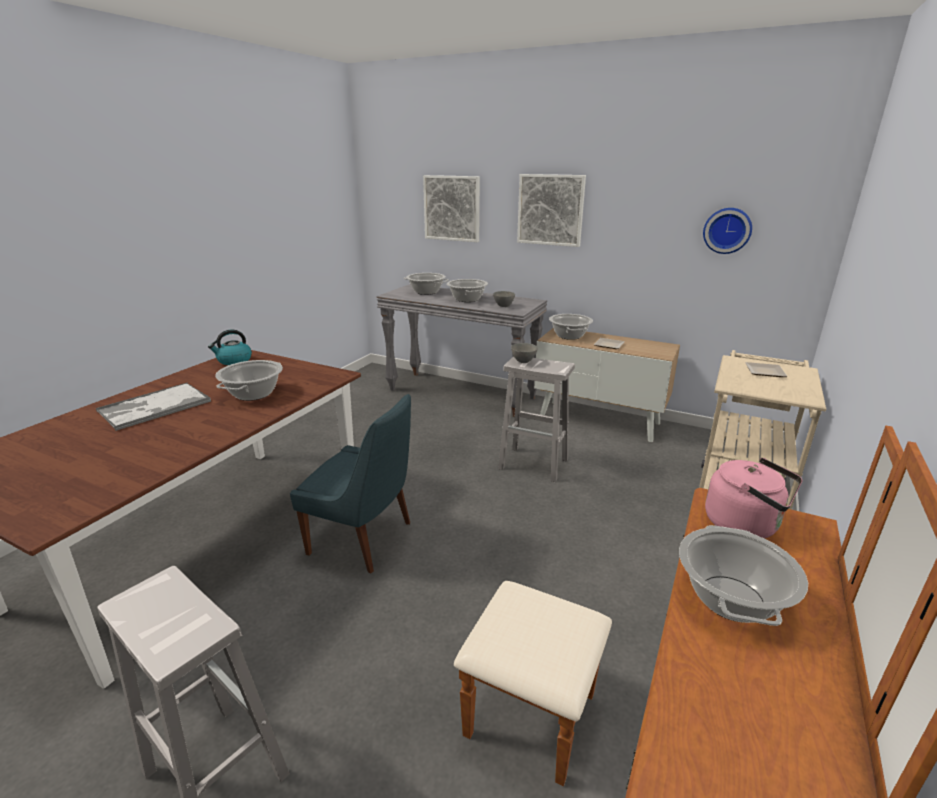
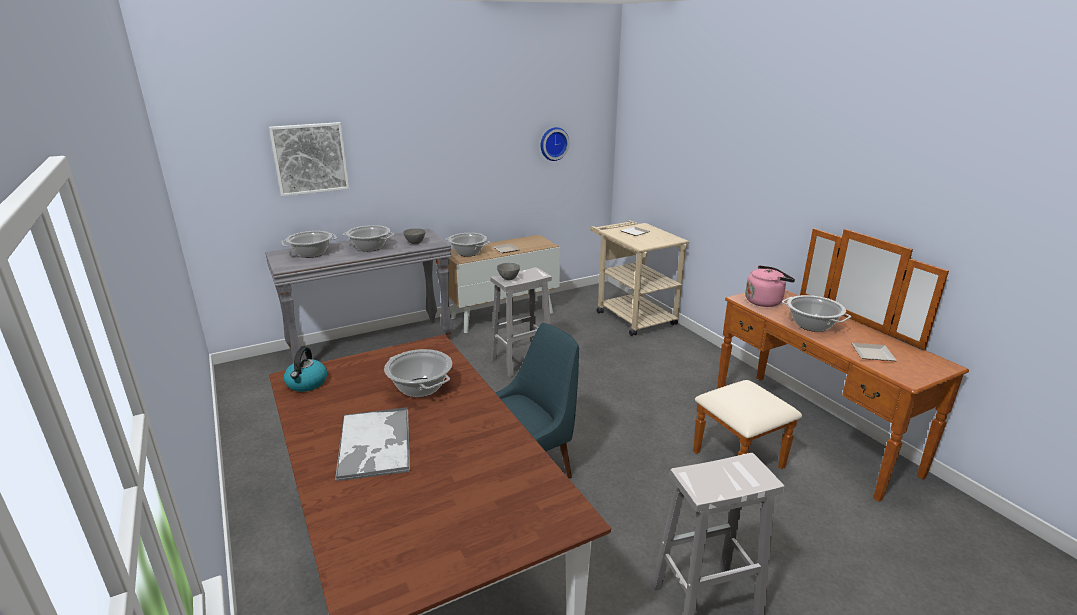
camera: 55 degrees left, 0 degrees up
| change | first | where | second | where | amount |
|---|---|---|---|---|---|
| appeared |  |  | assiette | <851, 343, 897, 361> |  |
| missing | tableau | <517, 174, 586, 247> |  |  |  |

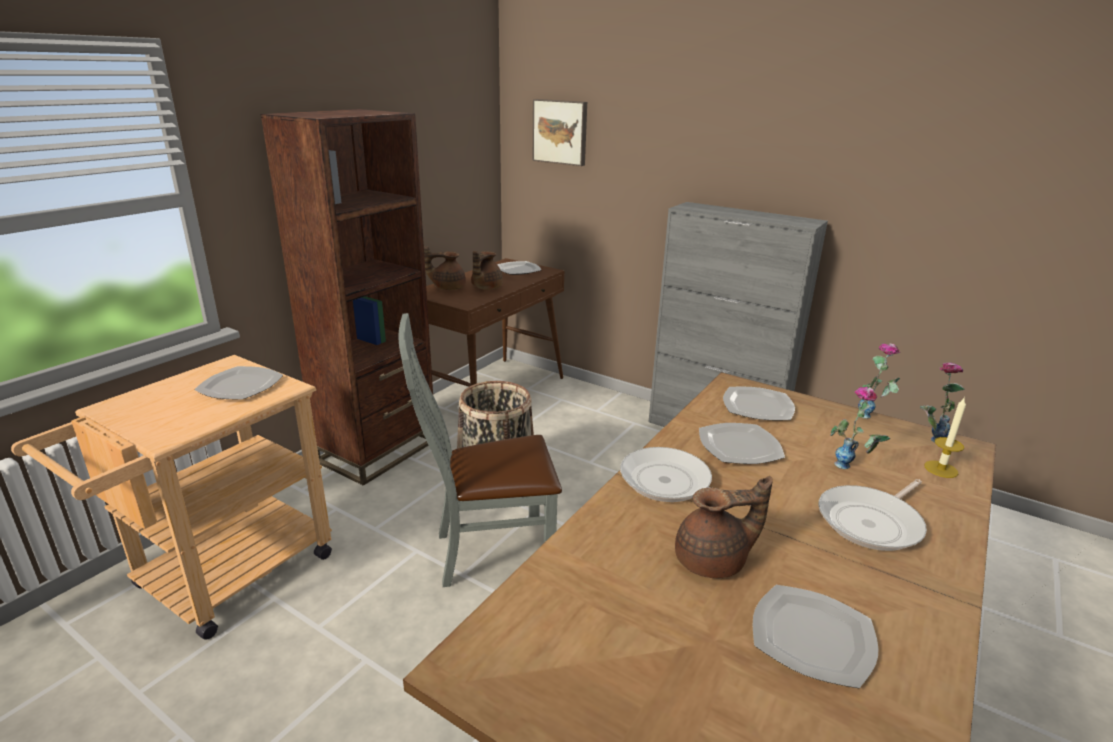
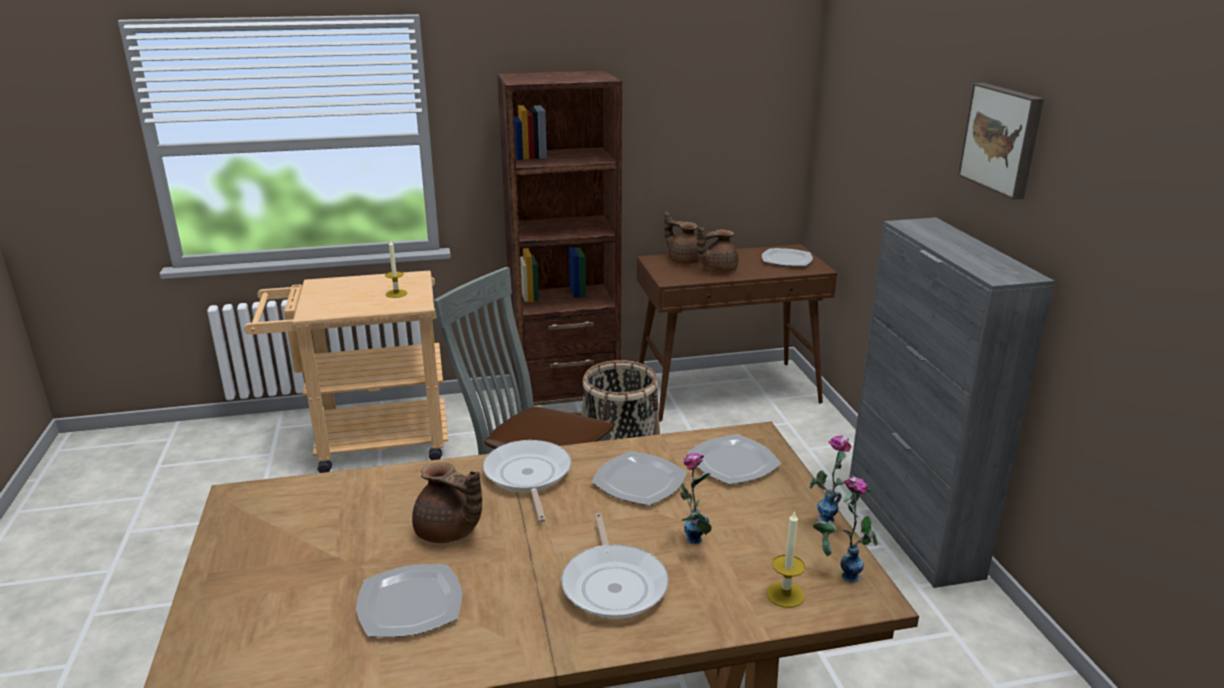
camera: 45 degrees right, 0 degrees up
| change | first | where | second | where | amount |
|---|---|---|---|---|---|
| exchanged | assiette | <194, 366, 283, 400> | bougie | <385, 239, 407, 298> |  |
| spun | poêle | <818, 479, 927, 551> |  | <561, 513, 669, 619> | 105 degrees counterclockwise |
| relocated | tableau | <533, 99, 587, 166> |  | <958, 83, 1044, 200> |  |

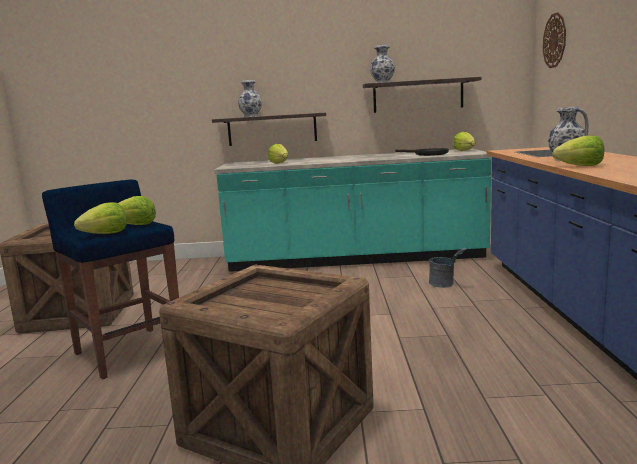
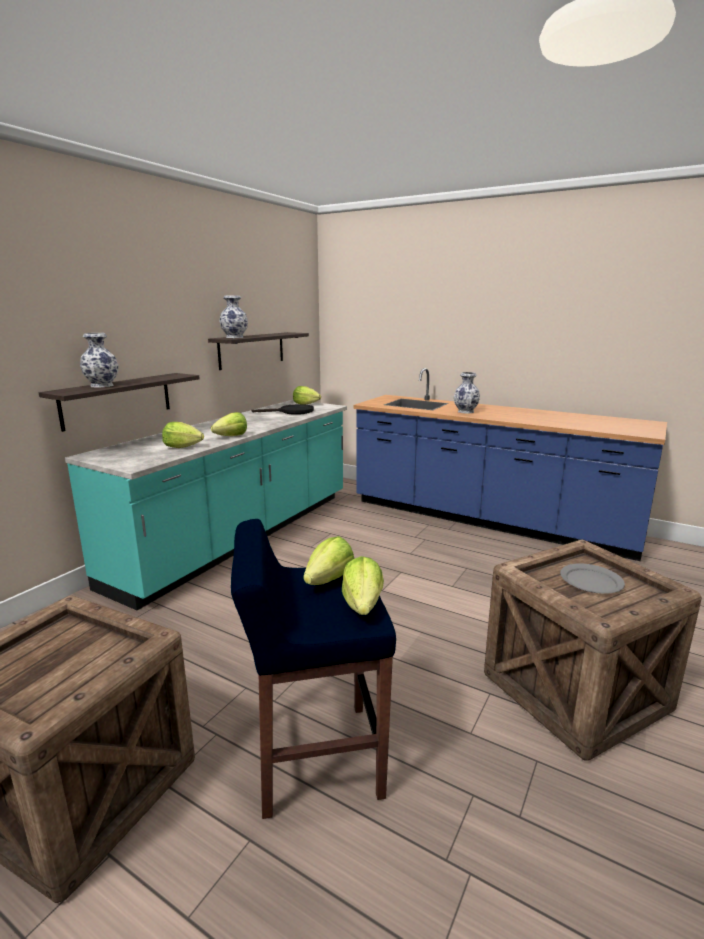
camera: 60 degrees left, 5 degrees up
| change | first | where | second | where | amount |
|---|---|---|---|---|---|
| relocated | laitue | <552, 135, 604, 166> |  | <211, 412, 247, 436> |  |
| appeared |  |  | assiette [gris] | <560, 563, 625, 594> |  |
| missing | seau [gris] | <429, 248, 467, 288> |  |  |  |
| missing | horloge murale | <543, 12, 566, 68> |  |  |  |

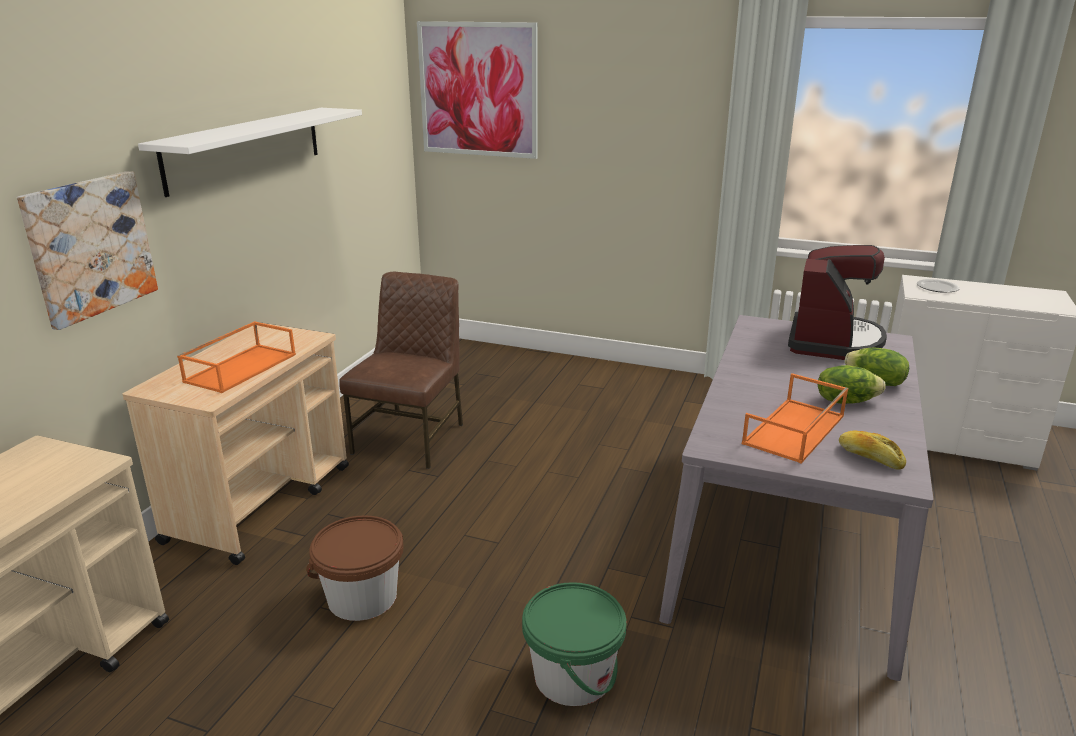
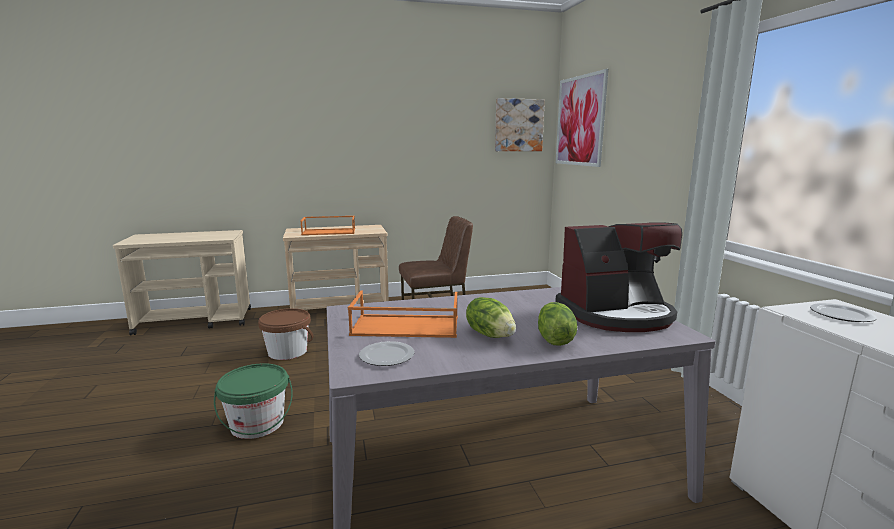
camera: 55 degrees right, 10 degrees down
| change | first | where | second | where | amount |
|---|---|---|---|---|---|
| exchanged | pain | <839, 431, 906, 470> | assiette | <359, 341, 415, 366> |  |
| relocated | tableau | <17, 171, 158, 330> |  | <495, 98, 545, 151> |  |
| missing | étagère [blanc] | <138, 108, 362, 197> |  |  |  |

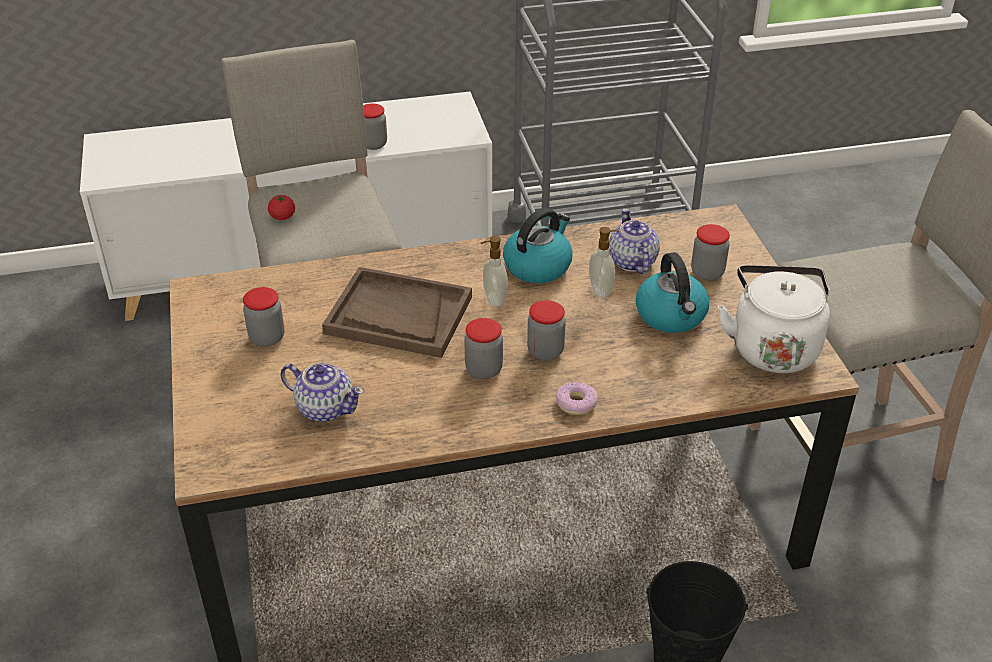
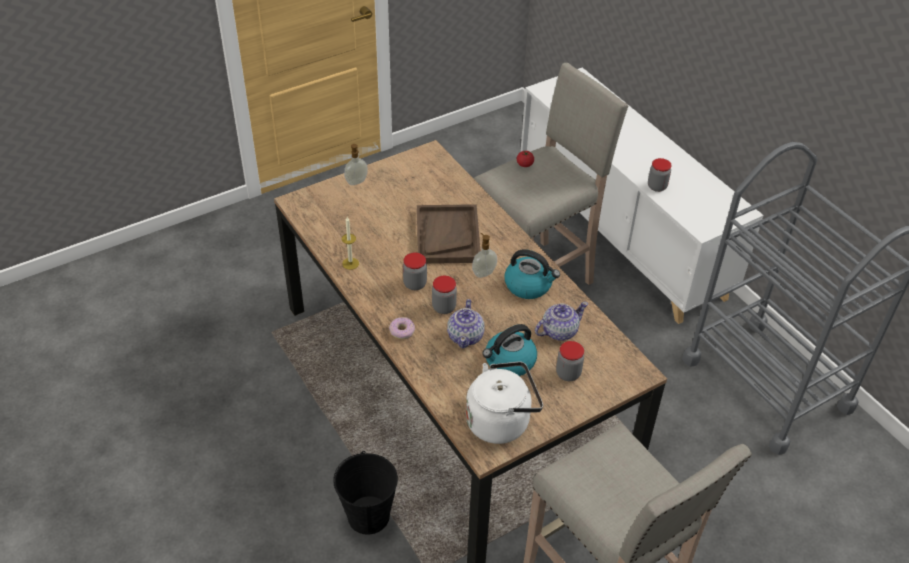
camera: 70 degrees right, 5 degrees up
| change | first | where | second | where | amount |
|---|---|---|---|---|---|
| appeared |  |  | bougie | <342, 217, 359, 270> |  |
| relocated | distributeur de savon | <589, 227, 619, 297> |  | <344, 144, 368, 185> |  |
| relocated | théière | <280, 363, 364, 422> |  | <447, 299, 484, 348> |  |
| missing | bocal | <243, 287, 284, 347> |  |  |  |

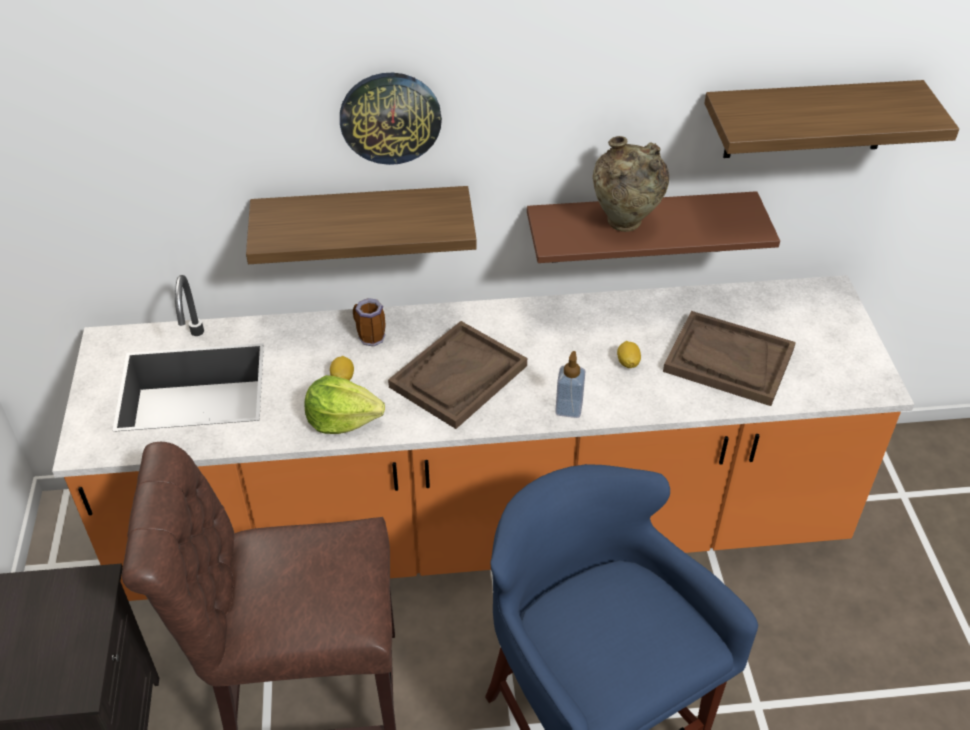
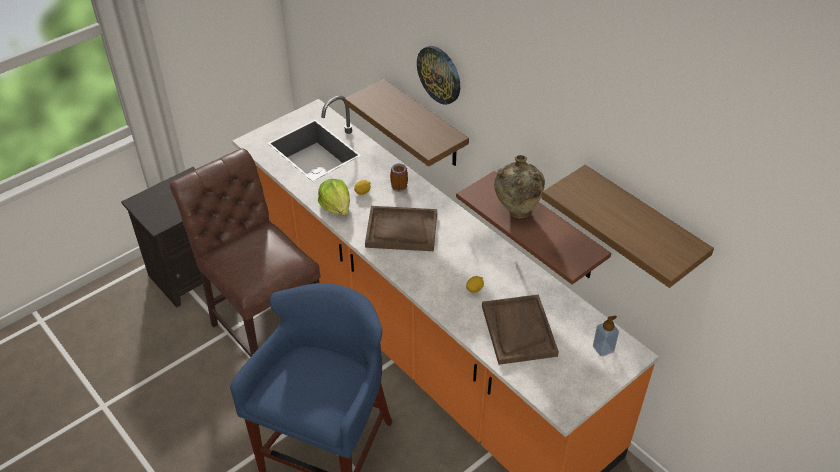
camera: 55 degrees right, 0 degrees up
| change | first | where | second | where | amount |
|---|---|---|---|---|---|
| relocated | distributeur de savon | <555, 351, 586, 418> |  | <593, 315, 619, 357> |  |

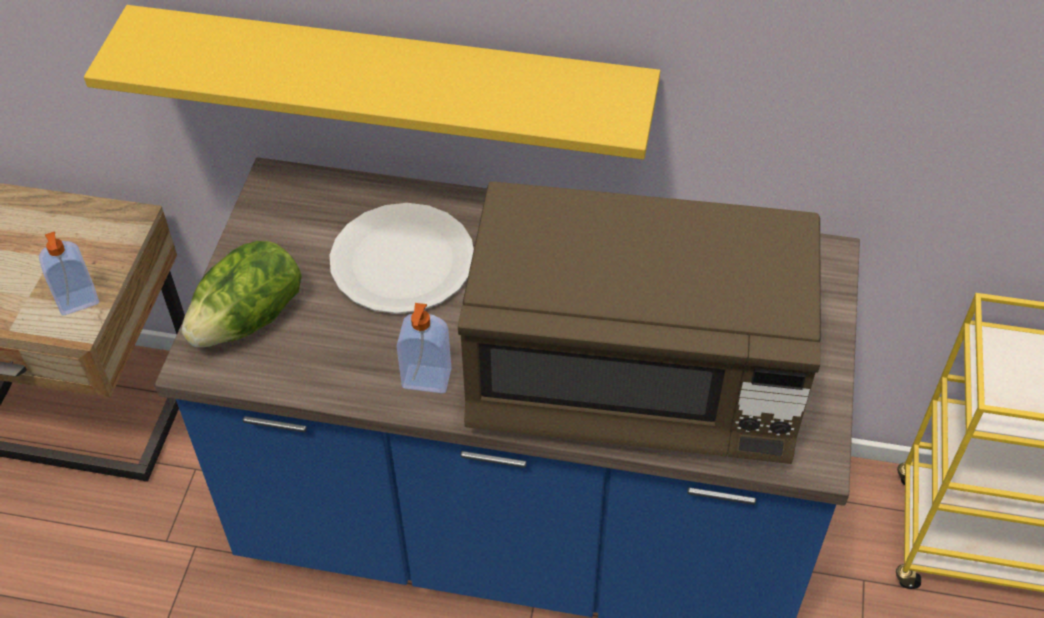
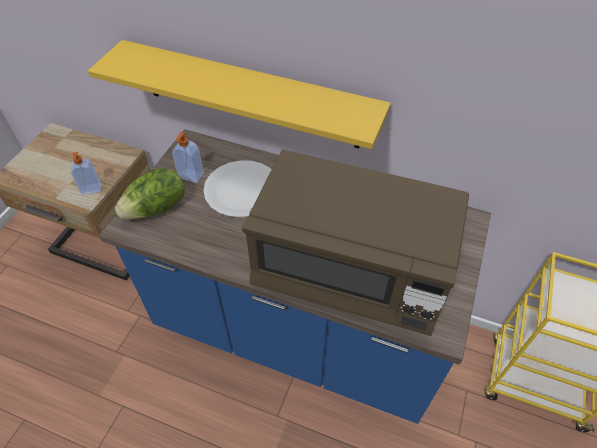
camera: 10 degrees right, 0 degrees up
| change | first | where | second | where | amount |
|---|---|---|---|---|---|
| relocated | distributeur de savon | <396, 303, 451, 393> |  | <172, 132, 204, 183> |  |

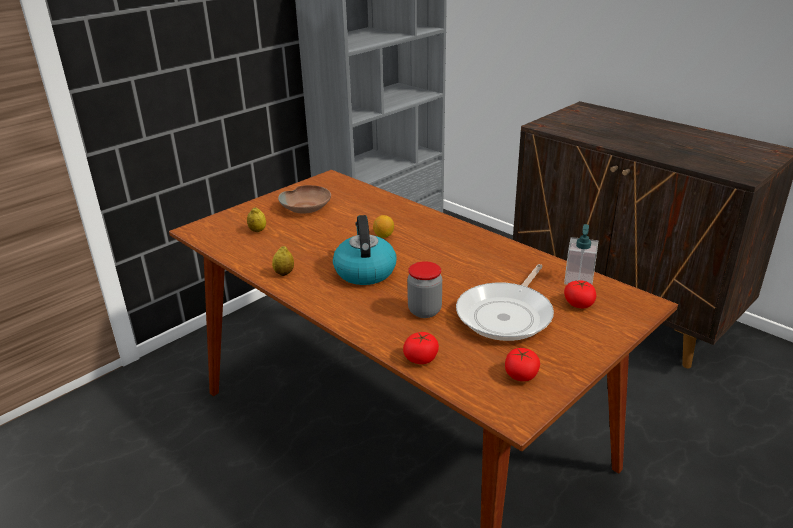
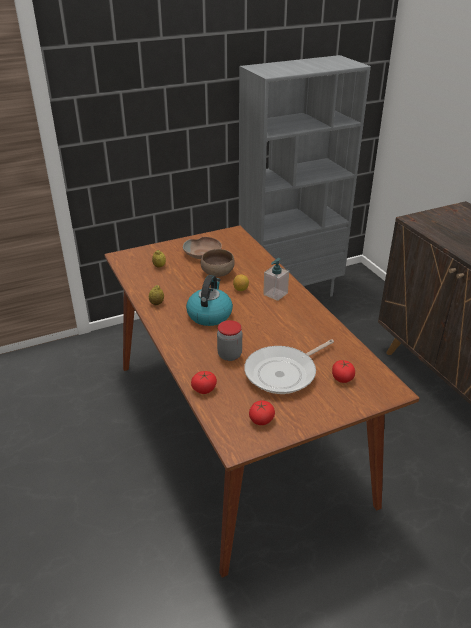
camera: 20 degrees right, 5 degrees up
| change | first | where | second | where | amount |
|---|---|---|---|---|---|
| appeared |  |  | bol [marron] | <201, 249, 235, 277> |  |
| relocated | distributeur de savon | <564, 224, 598, 285> |  | <263, 258, 289, 301> |  |

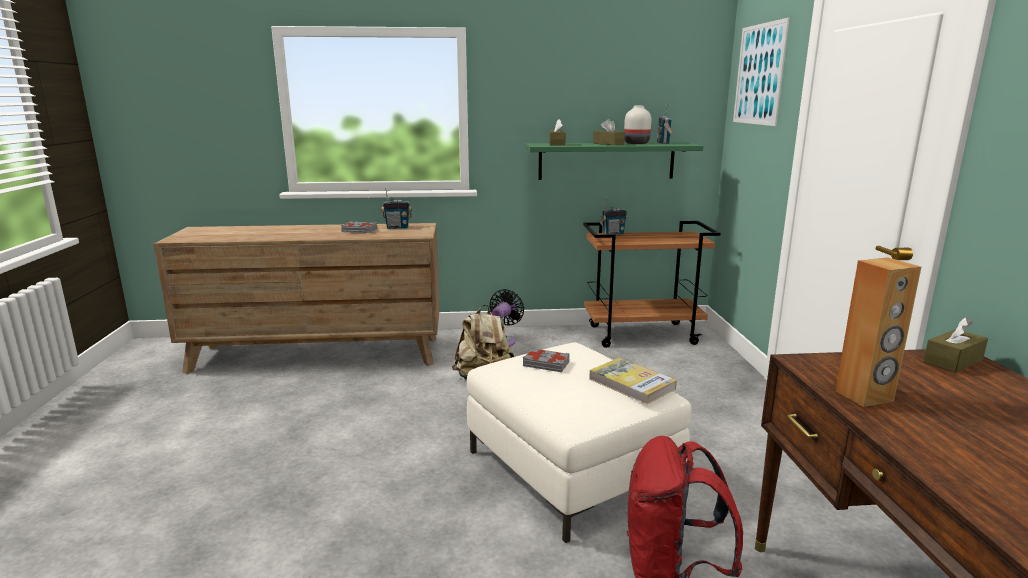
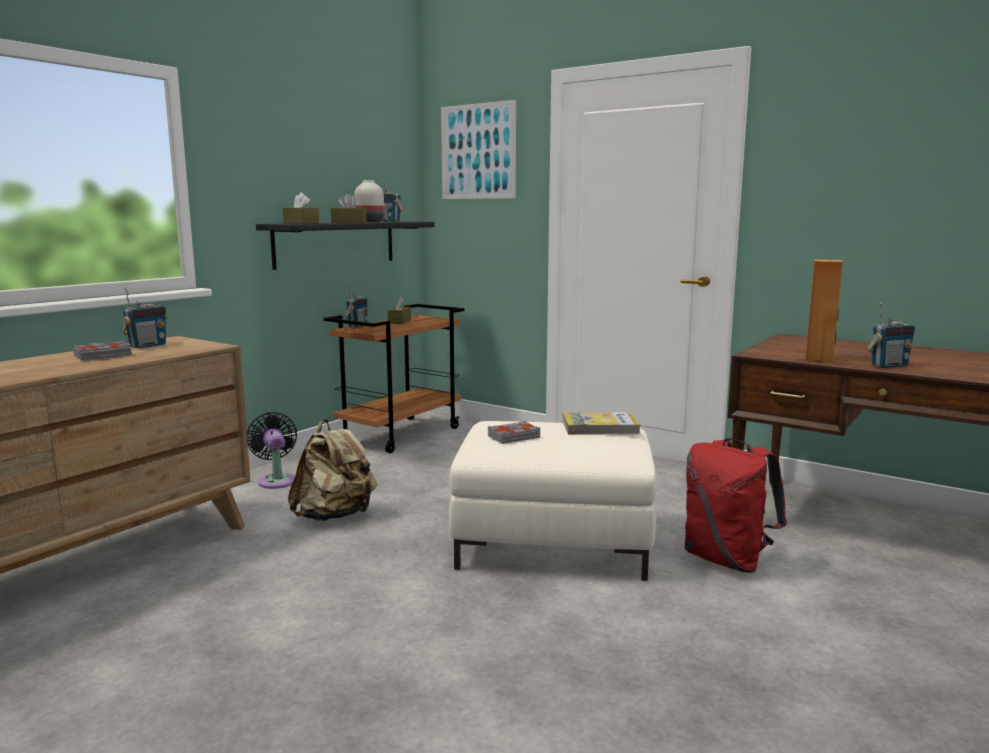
camera: 50 degrees left, 5 degrees down
| change | first | where | second | where | amount |
|---|---|---|---|---|---|
| colour | étagère [vert] | <525, 142, 703, 180> | étagère [noir] | <256, 221, 434, 270> |  |
| relocated | boîte à mouchoirs [marron] | <923, 317, 988, 373> |  | <388, 296, 411, 324> |  |
| appeared |  |  | radio | <866, 303, 915, 368> |  |

